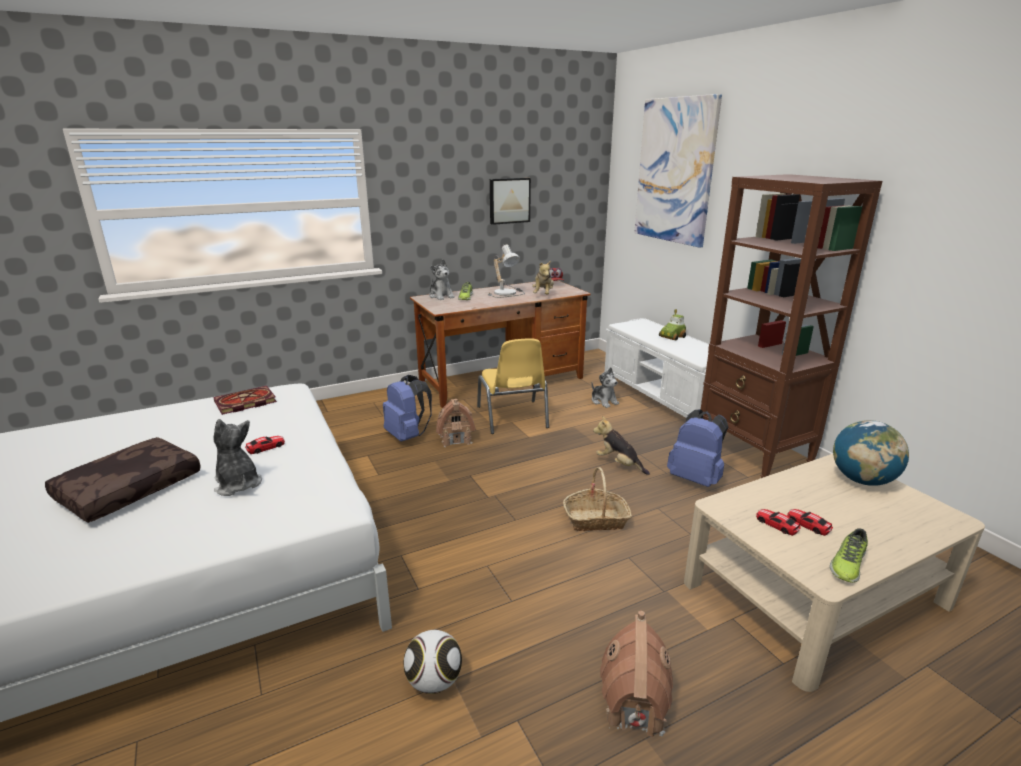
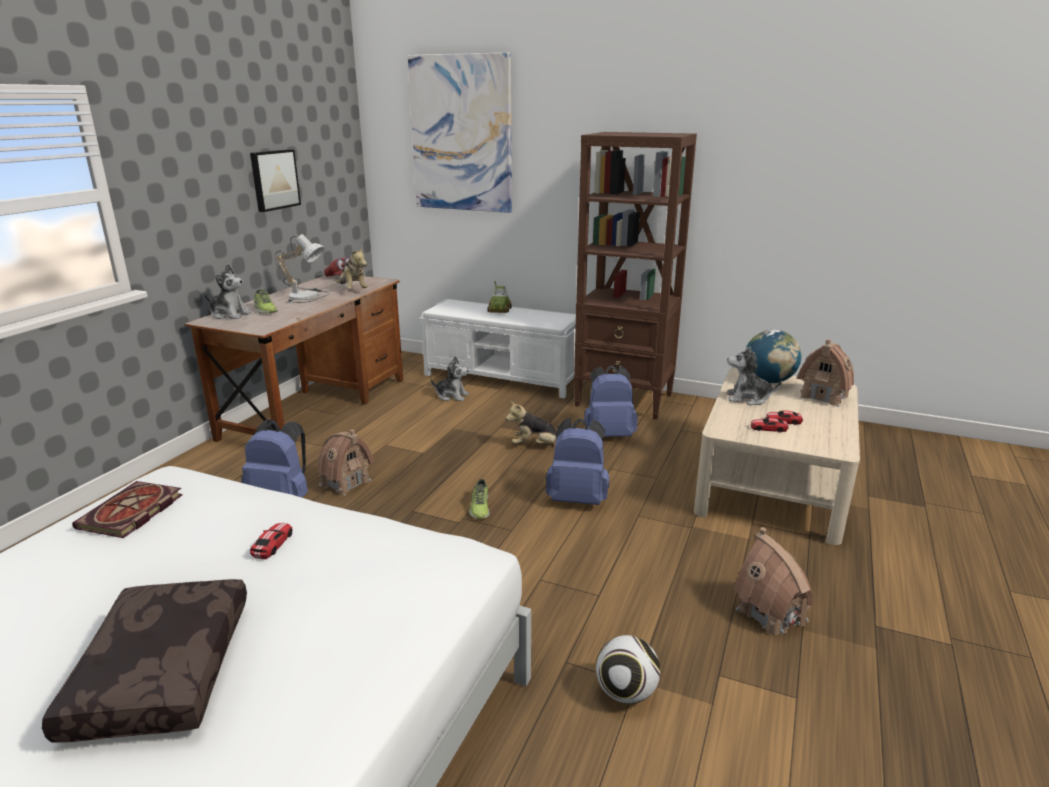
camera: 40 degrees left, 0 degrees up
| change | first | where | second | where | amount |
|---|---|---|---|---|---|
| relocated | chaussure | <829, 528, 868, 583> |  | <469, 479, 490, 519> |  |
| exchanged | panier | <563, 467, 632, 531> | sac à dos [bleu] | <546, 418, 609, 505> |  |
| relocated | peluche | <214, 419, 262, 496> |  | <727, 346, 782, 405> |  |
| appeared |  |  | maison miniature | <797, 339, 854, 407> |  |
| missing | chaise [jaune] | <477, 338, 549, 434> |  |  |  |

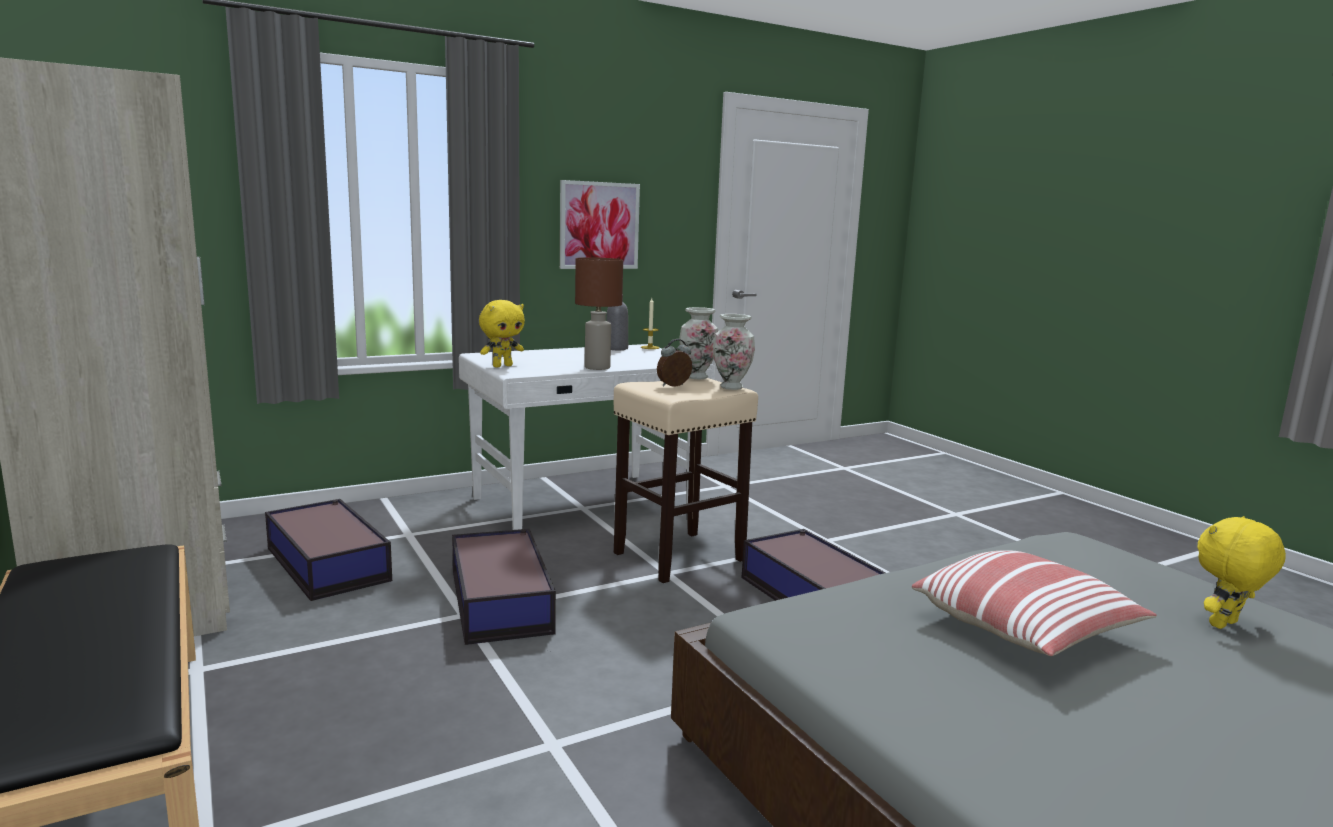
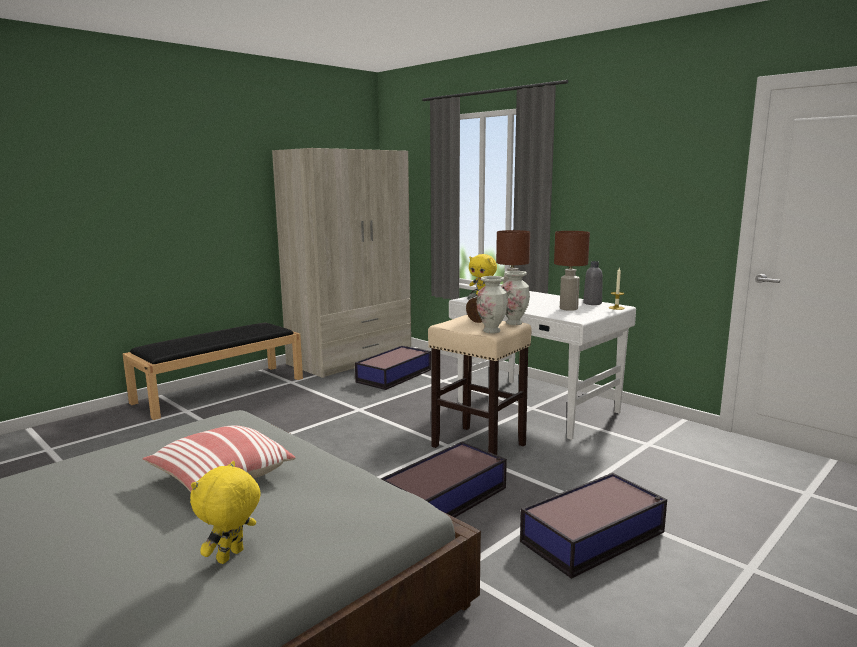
camera: 75 degrees right, 0 degrees up
| change | first | where | second | where | amount |
|---|---|---|---|---|---|
| spun | peluche [jaune] | <1198, 516, 1286, 629> |  | <190, 461, 261, 564> | 105 degrees counterclockwise |
| relocated | boîte de rangement | <452, 529, 556, 645> |  | <520, 473, 667, 579> |  |
| appeared |  |  | lampe de table [marron] | <554, 231, 590, 311> |  |
| missing | tableau | <560, 180, 640, 269> |  |  |  |

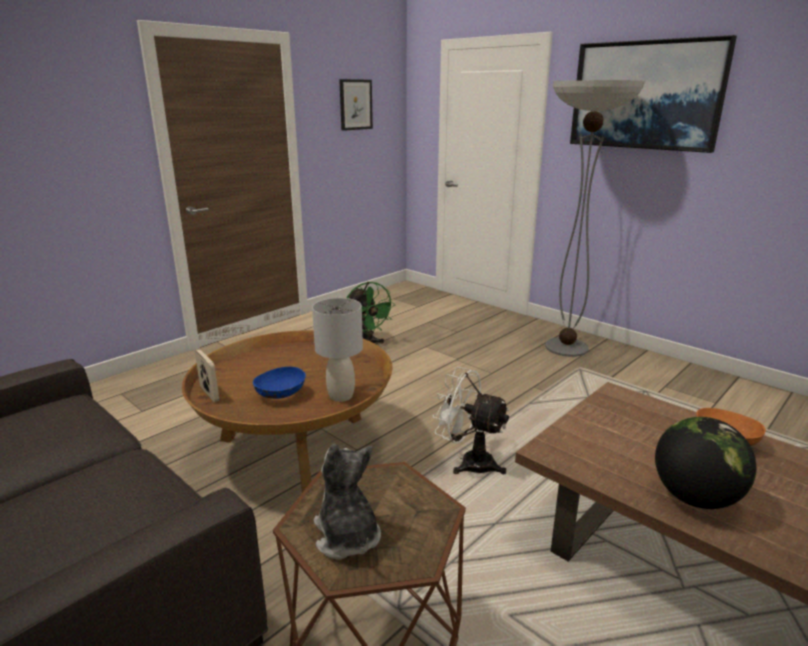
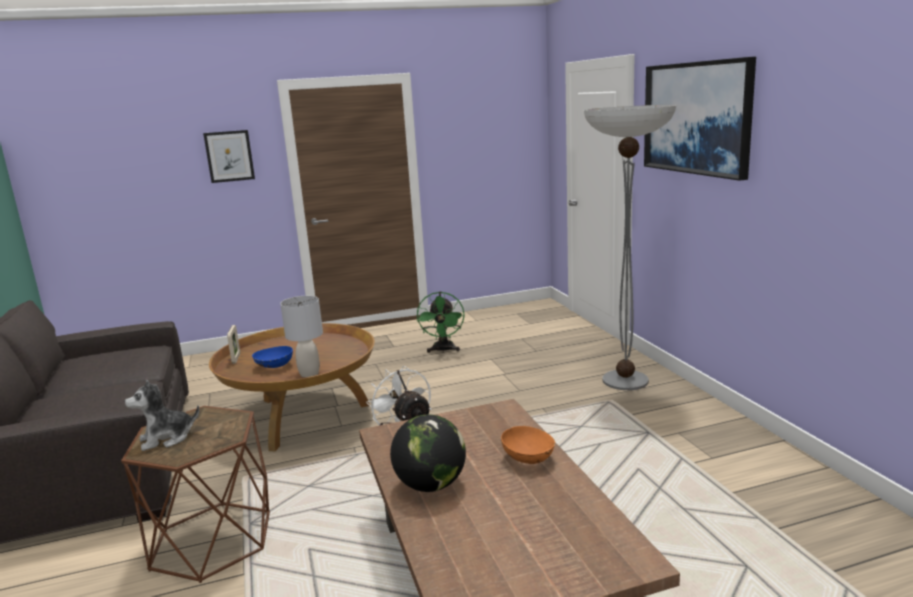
camera: 30 degrees right, 5 degrees down
| change | first | where | second | where | amount |
|---|---|---|---|---|---|
| spun | peluche | <314, 444, 381, 560> |  | <124, 380, 199, 451> | 120 degrees counterclockwise |
| relocated | tableau | <339, 79, 373, 131> |  | <203, 130, 255, 183> |  |

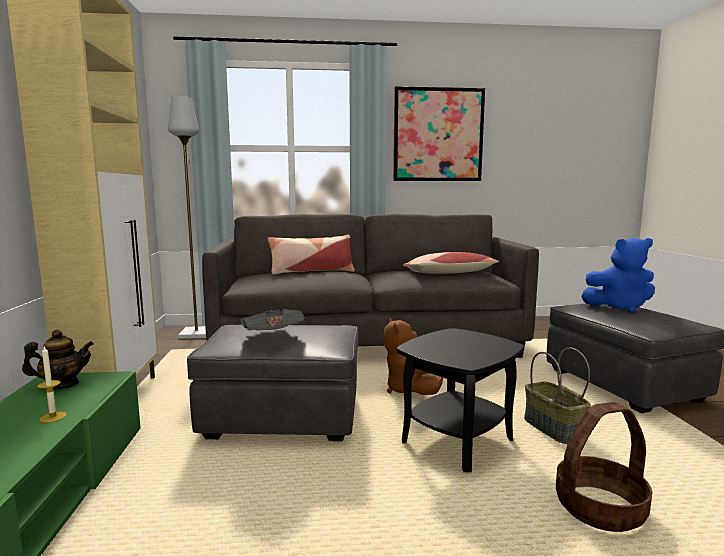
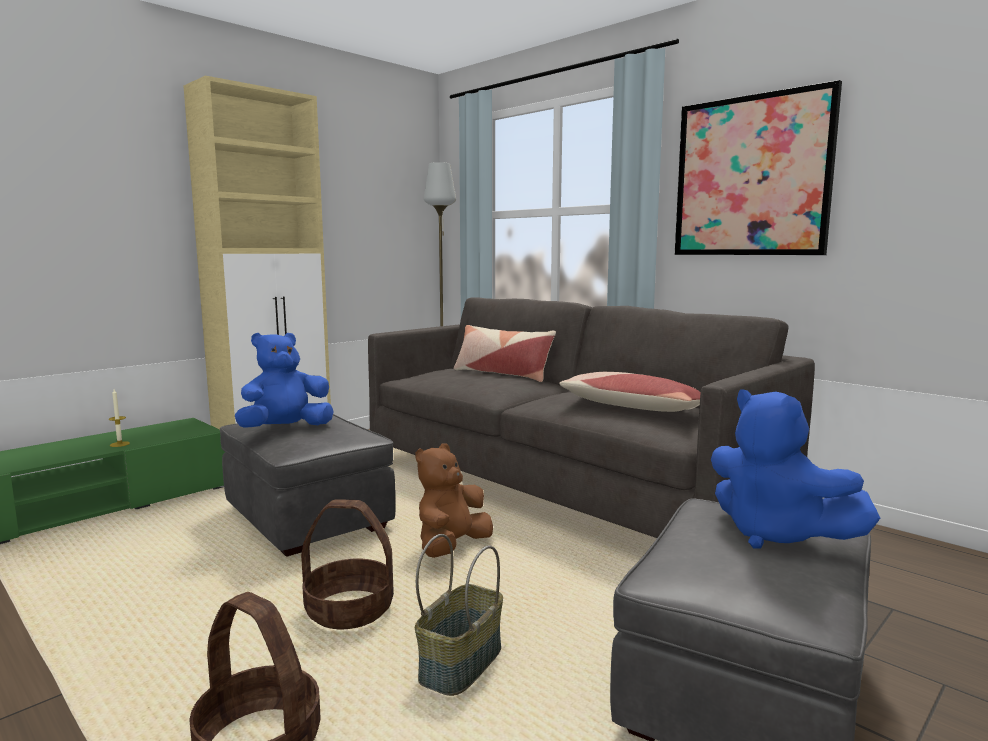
camera: 50 degrees right, 0 degrees up
| change | first | where | second | where | amount |
|---|---|---|---|---|---|
| exchanged | journal | <240, 309, 306, 331> | peluche [bleu] | <235, 333, 334, 428> |  |
| exchanged | table d'appoint [noir] | <397, 328, 524, 472> | panier | <301, 499, 394, 629> |  |
| missing | théière | <22, 330, 94, 390> |  |  |  |

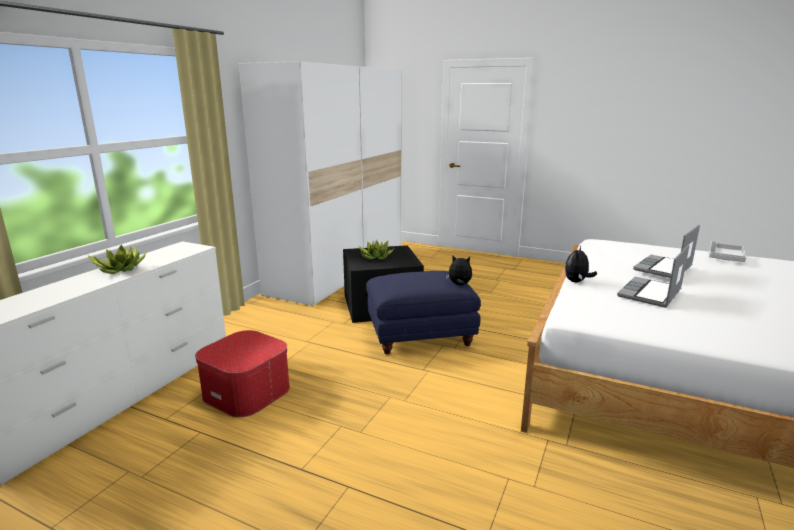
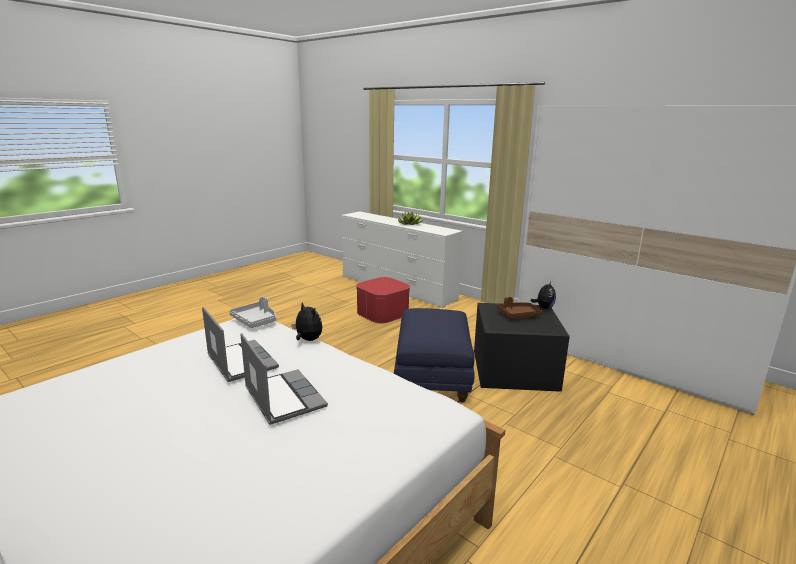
camera: 105 degrees right, 0 degrees up
| change | first | where | second | where | amount |
|---|---|---|---|---|---|
| relocated | plateau [gris] | <709, 241, 746, 262> |  | <229, 297, 276, 328> |  |
| exchanged | plante en pot | <359, 240, 394, 260> | plateau [marron] | <497, 297, 542, 319> |  |
| relocated | peluche | <446, 256, 472, 285> |  | <531, 282, 556, 309> |  |

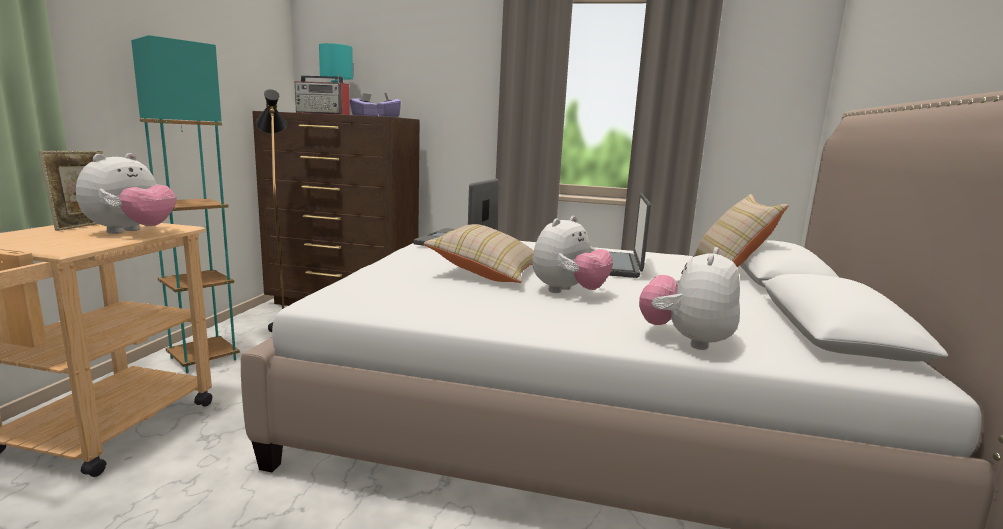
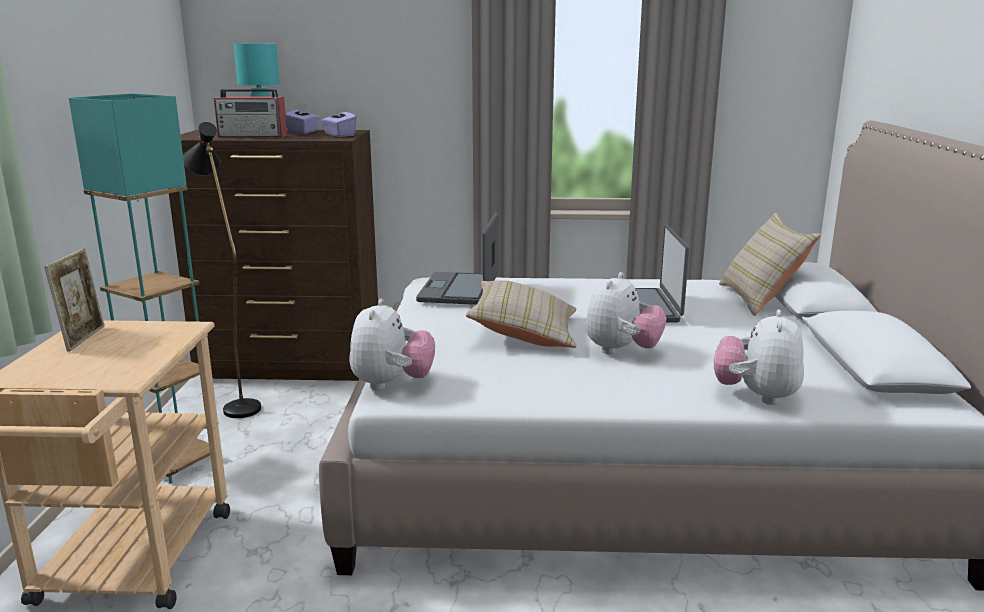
camera: 10 degrees left, 5 degrees up
| change | first | where | second | where | amount |
|---|---|---|---|---|---|
| relocated | peluche | <76, 153, 176, 234> |  | <349, 299, 435, 390> |  |

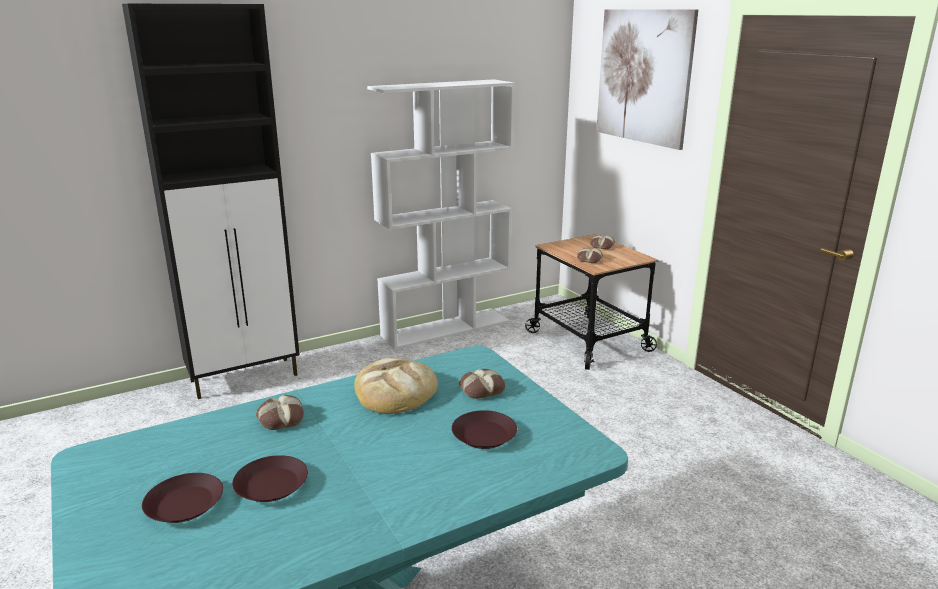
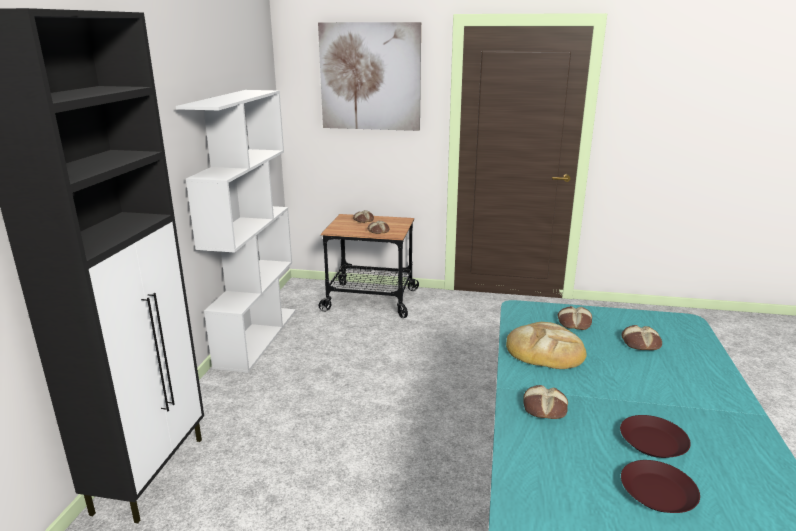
camera: 50 degrees left, 0 degrees up
| change | first | where | second | where | amount |
|---|---|---|---|---|---|
| exchanged | assiette [marron] | <452, 410, 517, 449> | pain | <621, 325, 662, 350> |  |

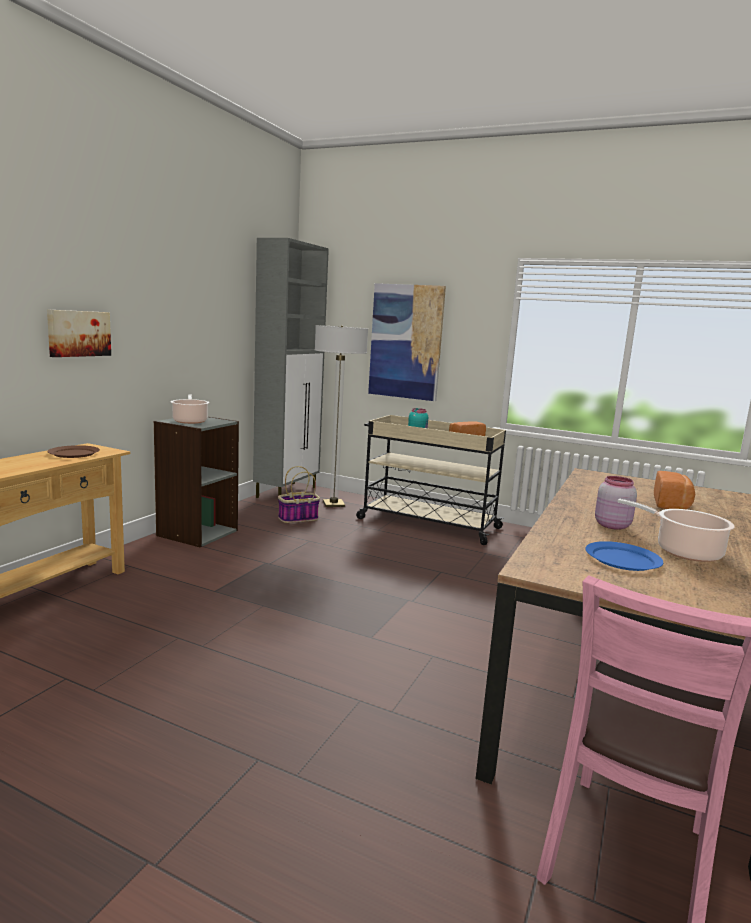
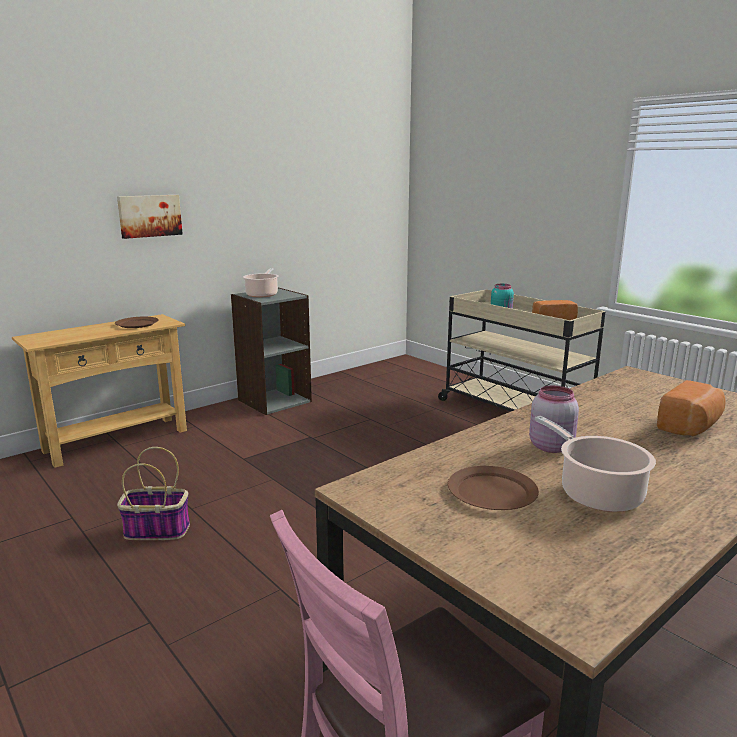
camera: 25 degrees right, 5 degrees up
| change | first | where | second | where | amount |
|---|---|---|---|---|---|
| relocated | panier | <278, 466, 320, 523> |  | <117, 447, 190, 540> |  |
| colour | assiette [bleu] | <585, 541, 663, 571> | assiette [marron] | <448, 466, 539, 510> |  |
| missing | meuble de rangement [gris] | <253, 238, 329, 503> |  |  |  |
| missing | lampadaire | <315, 325, 368, 507> |  |  |  |
| missing | tableau | <368, 283, 446, 401> |  |  |  |

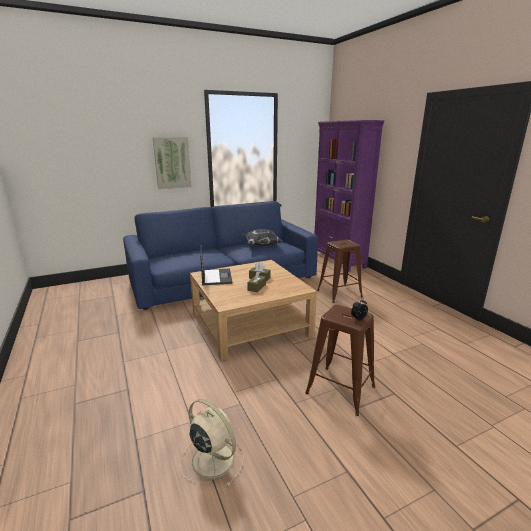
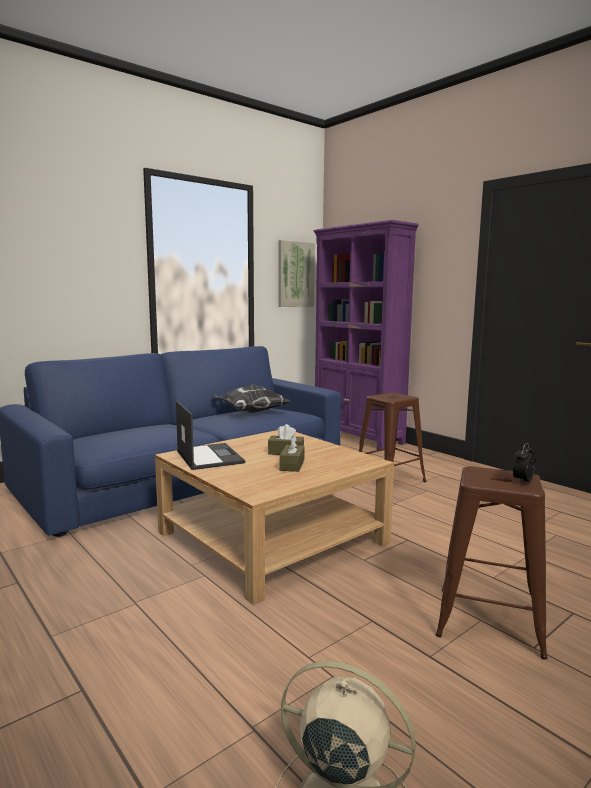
camera: 15 degrees left, 10 degrees down
| change | first | where | second | where | amount |
|---|---|---|---|---|---|
| relocated | tableau | <153, 137, 192, 189> |  | <278, 240, 315, 307> |  |

